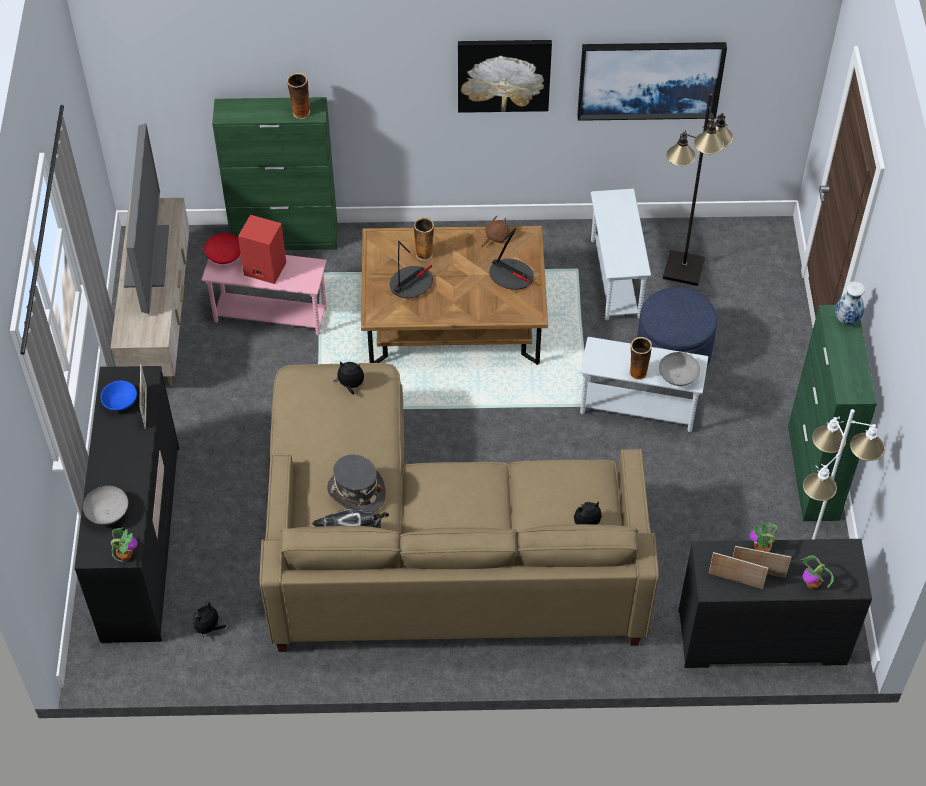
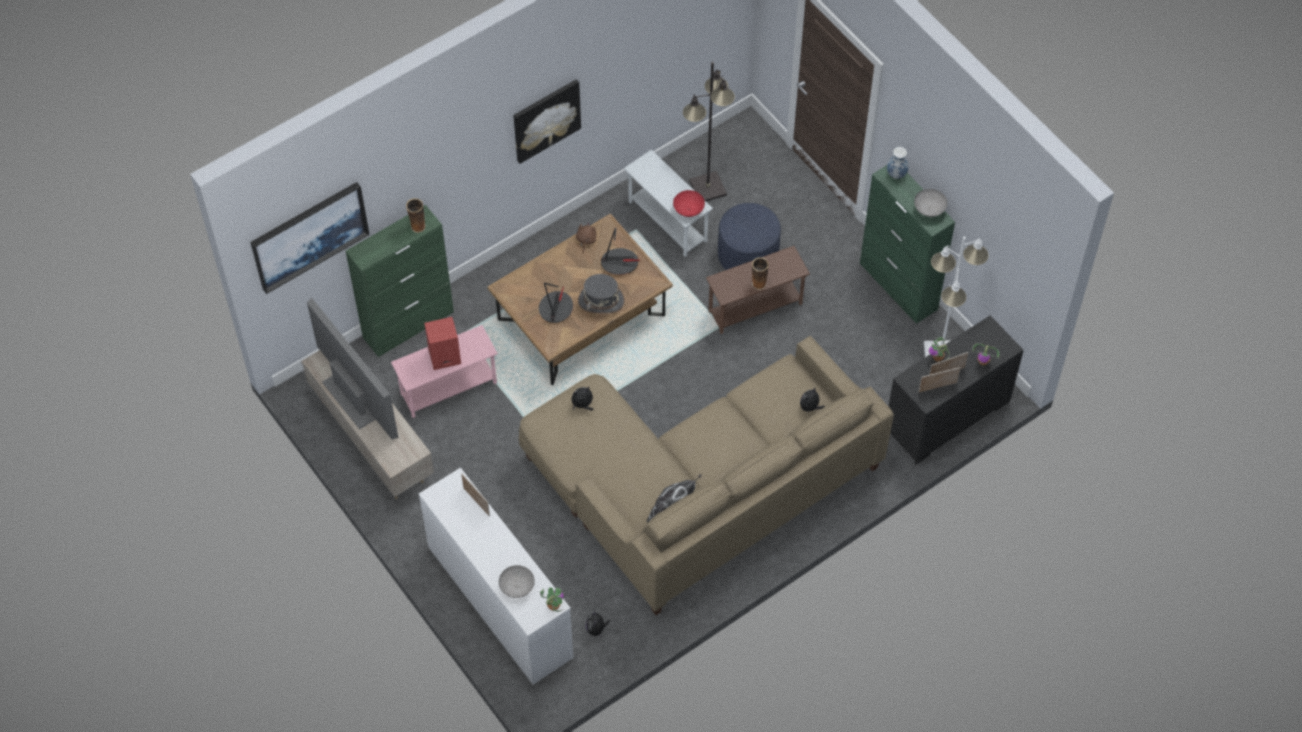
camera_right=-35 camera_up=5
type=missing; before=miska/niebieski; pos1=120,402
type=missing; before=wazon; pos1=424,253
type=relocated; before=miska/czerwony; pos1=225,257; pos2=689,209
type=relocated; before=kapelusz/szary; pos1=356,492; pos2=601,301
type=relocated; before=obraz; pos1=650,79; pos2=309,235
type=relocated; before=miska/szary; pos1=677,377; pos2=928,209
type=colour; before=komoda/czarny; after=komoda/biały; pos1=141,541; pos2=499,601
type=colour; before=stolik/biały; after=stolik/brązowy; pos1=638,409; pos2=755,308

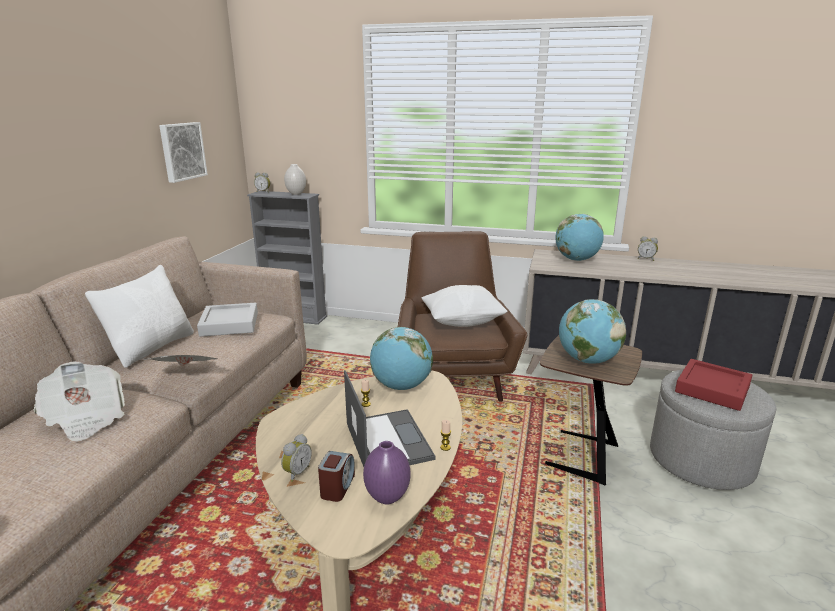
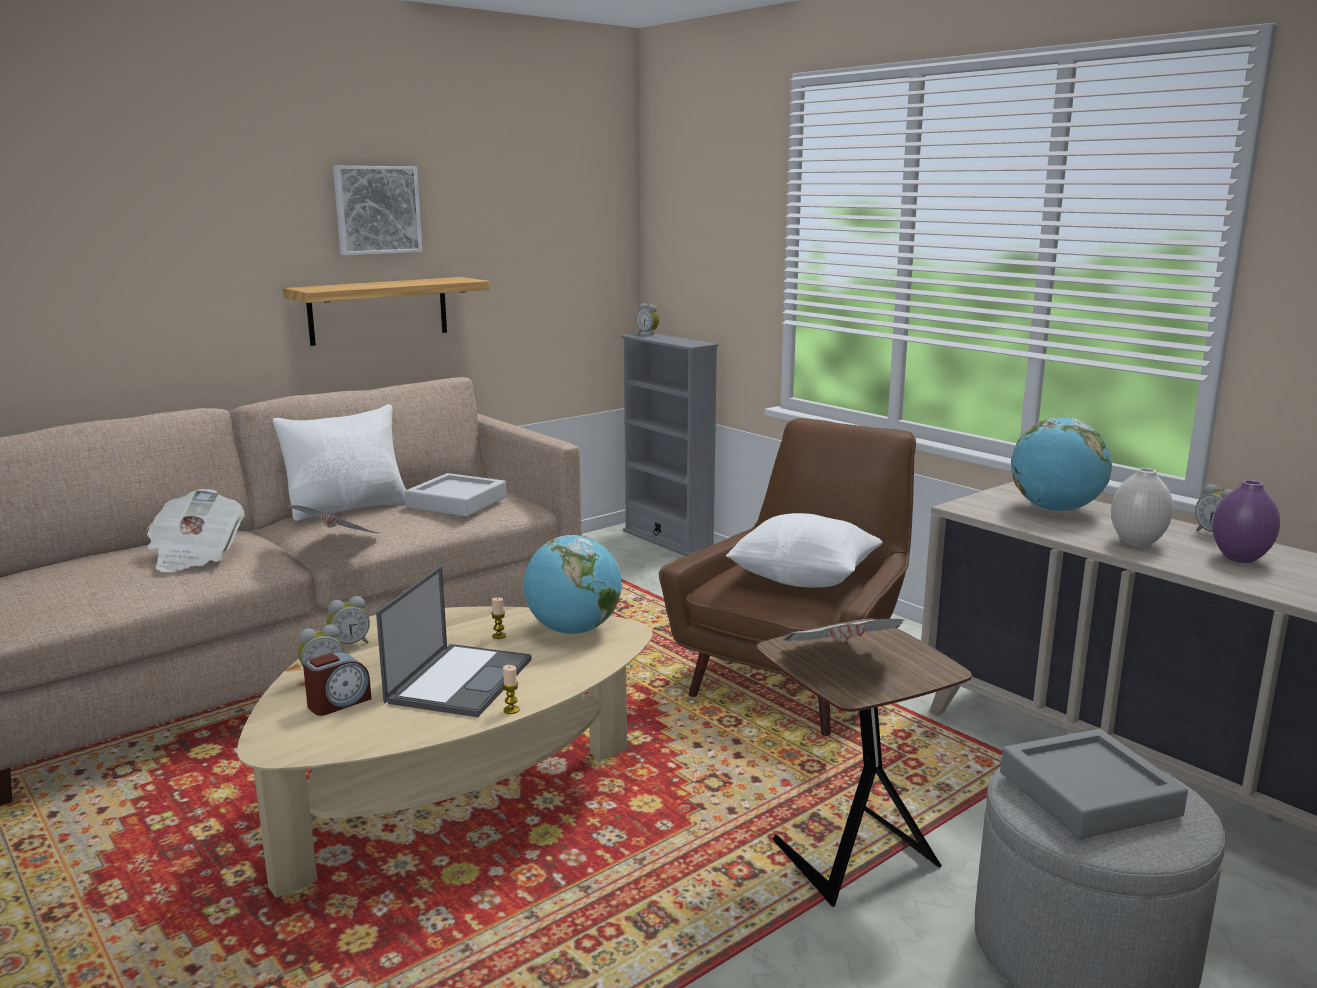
camera_right=35 camera_up=-5
type=appeared; after=półka; pos2=379,310
type=appeared; after=budzik; pos2=349,644
type=relocated; before=obraz; pos1=182,151; pos2=376,210
type=relocated; before=wazon/biały; pos1=296,194; pos2=1137,543
type=relocated; before=wazon/fioletowy; pos1=388,497; pos2=1240,558
type=exchanged; before=globus; after=gazeta; pos1=587,360; pos2=839,661
type=colour; before=taca/czerwony; after=taca/szary; pos1=712,389; pos2=1088,793

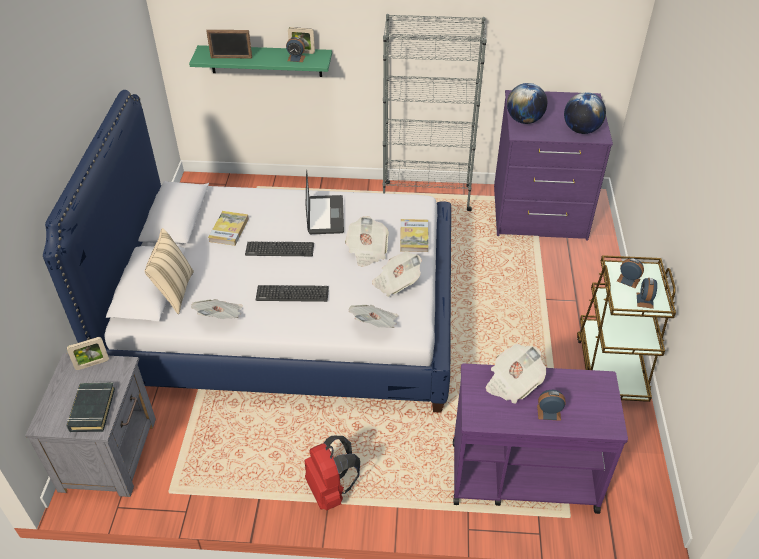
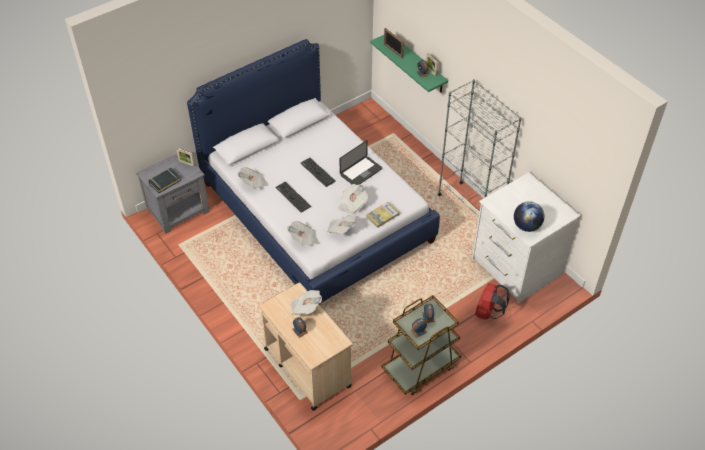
camera_right=50 camera_up=5
type=missing; before=poduszka/beżowy; pos1=174,291
type=missing; before=książka; pos1=229,230
type=missing; before=globus; pos1=524,120
type=relocated; before=plecak/czerwony; pos1=331,490; pos2=488,312
type=colour; before=wózek/fioletowy; after=wózek/beżowy; pos1=522,475; pos2=307,367
type=colour; before=komoda/fioletowy; after=komoda/biały; pos1=539,213; pos2=516,267

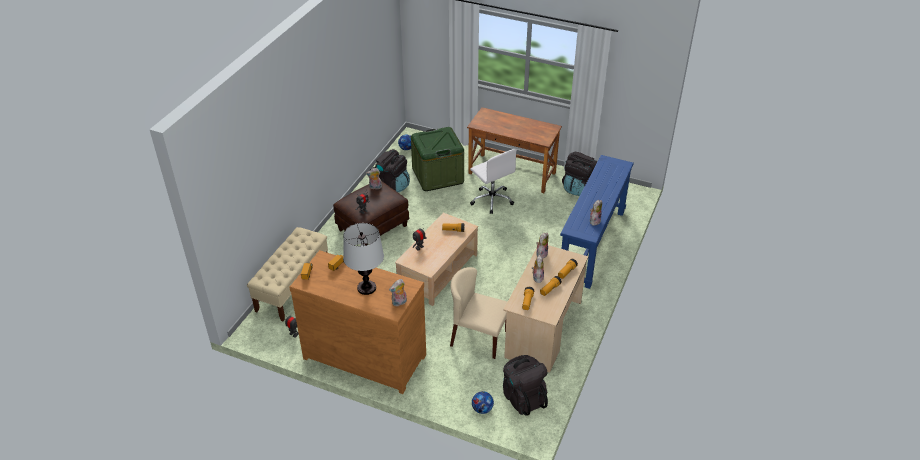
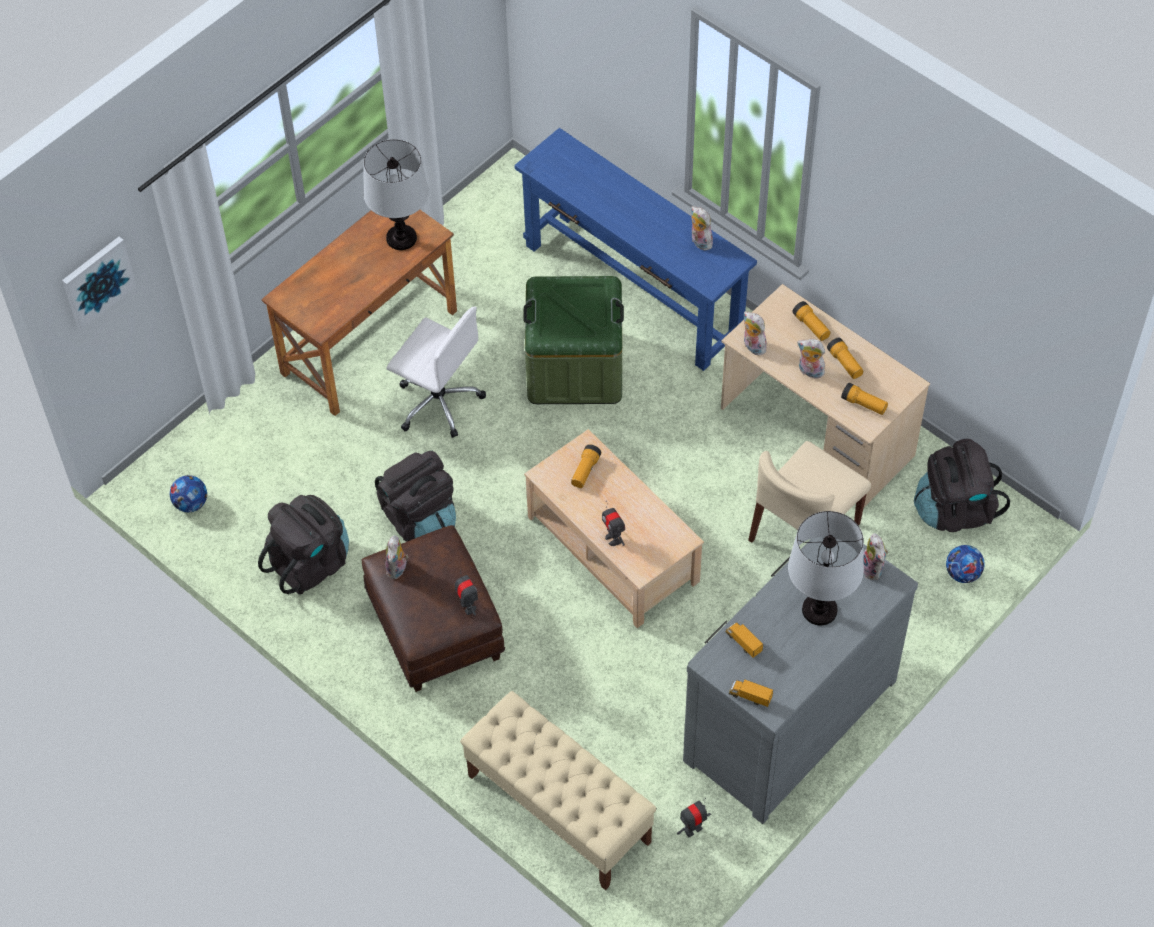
camera_right=-70 camera_up=15
type=appeared; after=obraz; pos2=97,281
type=appeared; after=lampa stołowa; pos2=401,238
type=relocated; before=pojemnik do przechowywania/zielony; pos1=438,175; pos2=574,367
type=relocated; before=plecak/czarny; pos1=578,187; pos2=419,518
type=colour; before=komoda/brązowy; after=komoda/szary; pos1=365,355; pos2=786,718
type=spun; before=krzesło biurowe/biały; pos1=491,200; pos2=438,401; turn=45

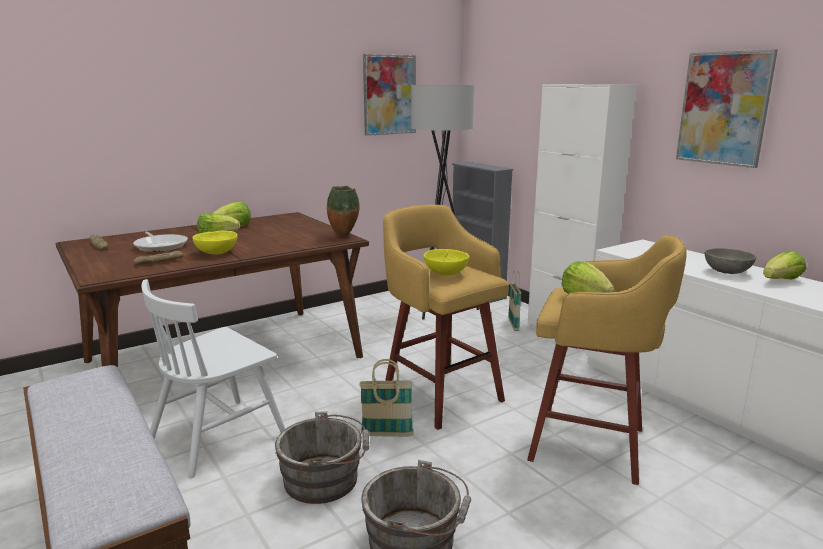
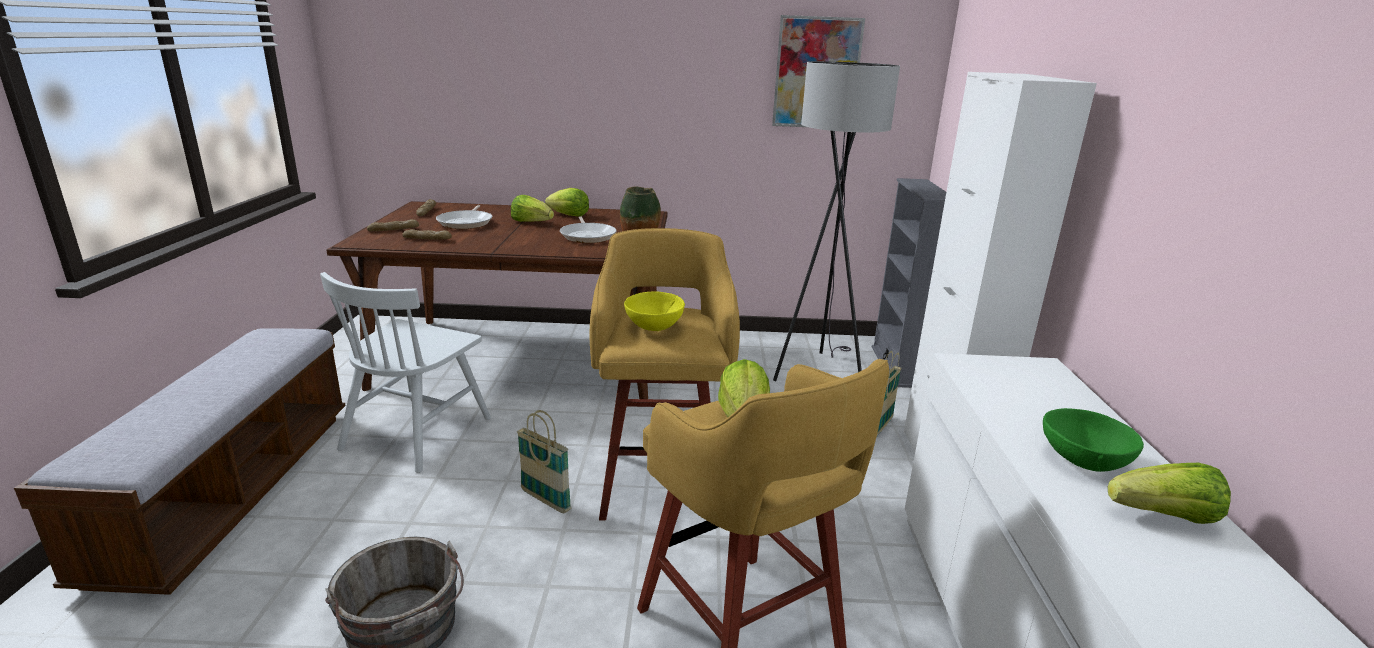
camera_right=35 camera_up=5
type=missing; before=miska/żółty; pos1=216,253
type=missing; before=wiadro/szary; pos1=325,479
type=missing; before=obraz; pos1=724,108
type=appeared; after=chleb; pos2=393,230
type=appeared; after=patelnia; pos2=588,236
type=colour; before=miska/szary; after=miska/zielony; pos1=727,272; pos2=1084,462
type=spun; before=krzesło/biały; pos1=218,436; pos2=417,433; turn=-60

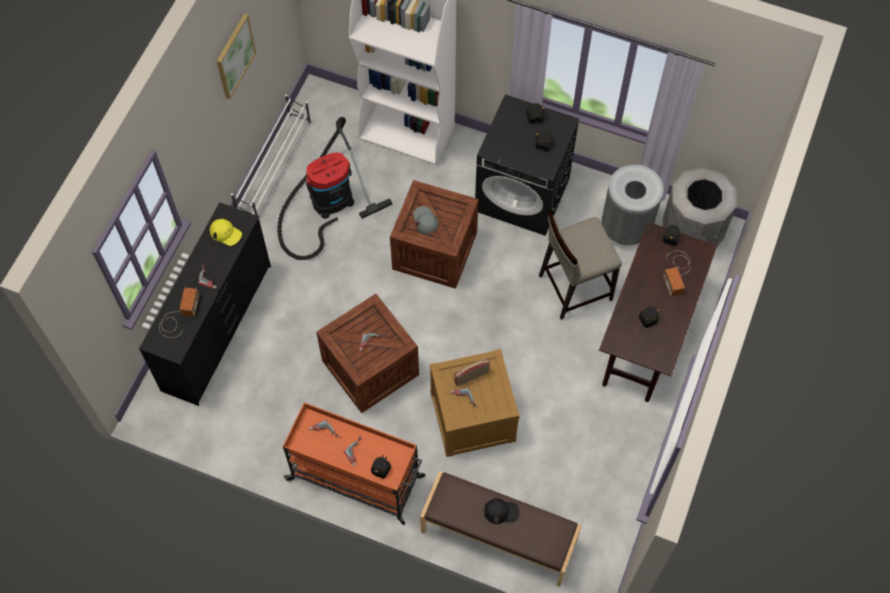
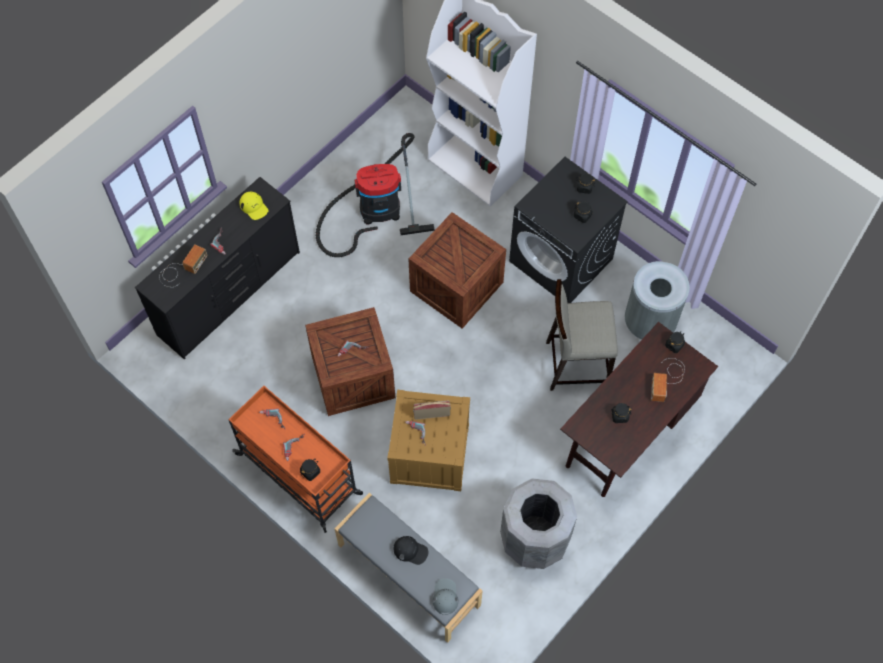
camera_right=20 camera_up=0
type=missing; before=obraz; pos1=234,56
type=missing; before=regał na buty/biały; pos1=274,167
type=relocated; before=czapka z daszkiem/szary; pos1=425,221; pos2=445,596
type=relocated; before=kosz na śmieci/szary; pos1=691,233; pos2=534,539
type=colour; before=ławka/brązowy; after=ławka/szary; pos1=498,537; pos2=408,575

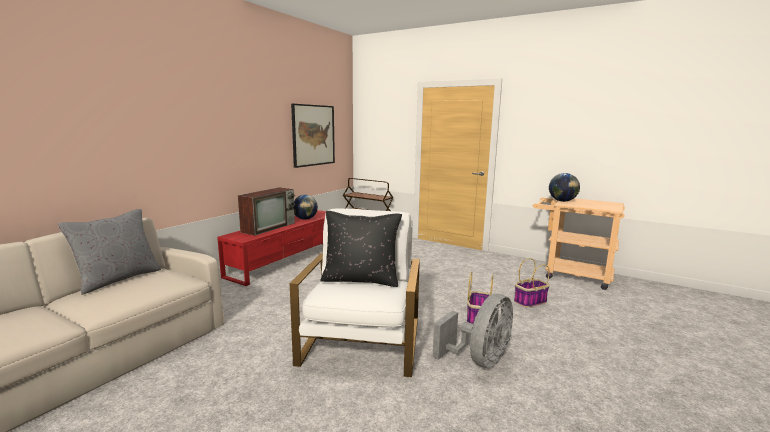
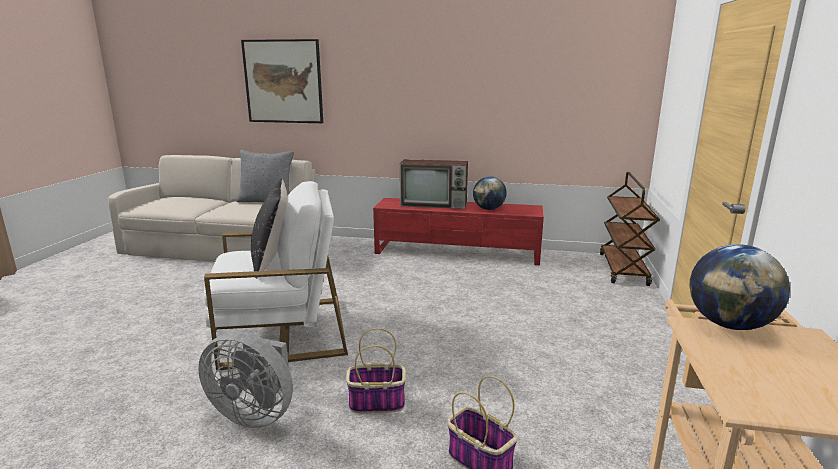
camera_right=70 camera_up=5
type=relocated; before=obraz; pos1=313,135; pos2=283,81

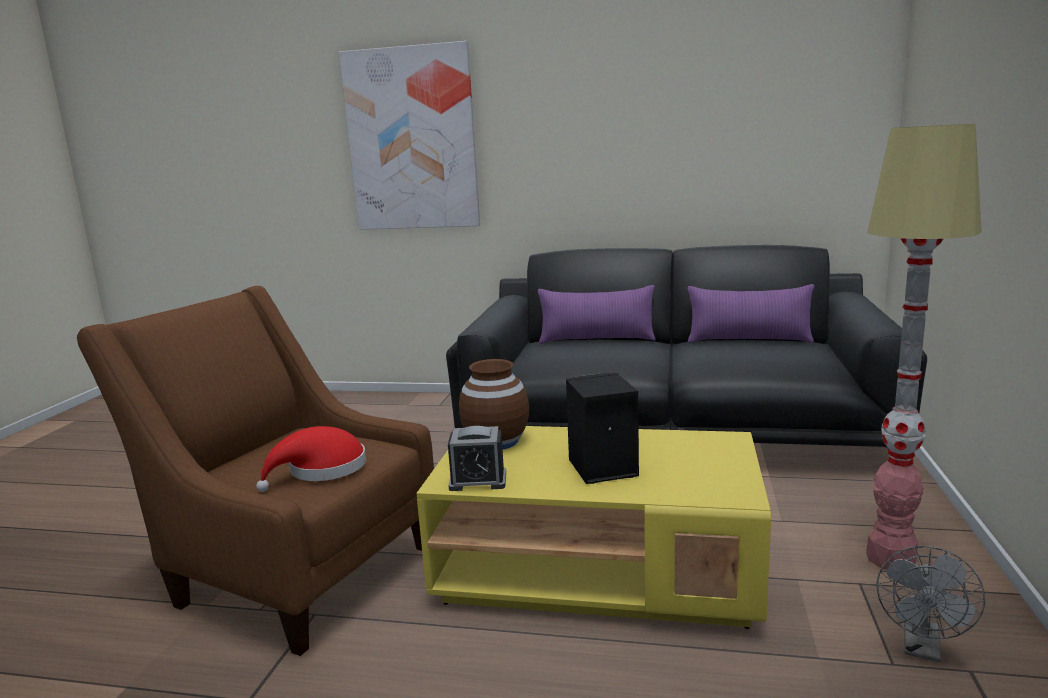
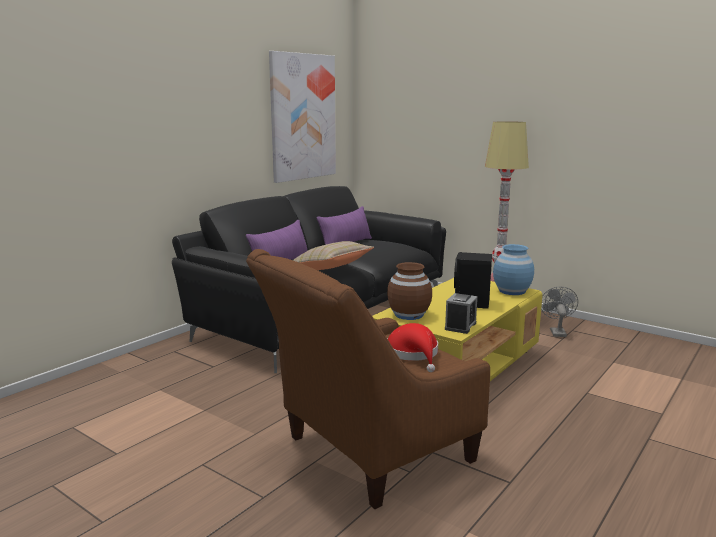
camera_right=-65 camera_up=0
type=appeared; after=poduszka/beżowy; pos2=330,269
type=appeared; after=wazon/niebieski; pos2=511,291
type=relocated; before=obraz; pos1=412,139; pos2=302,117
type=spun; before=wentylator/szary; pos1=922,649; pos2=556,332; turn=-135

